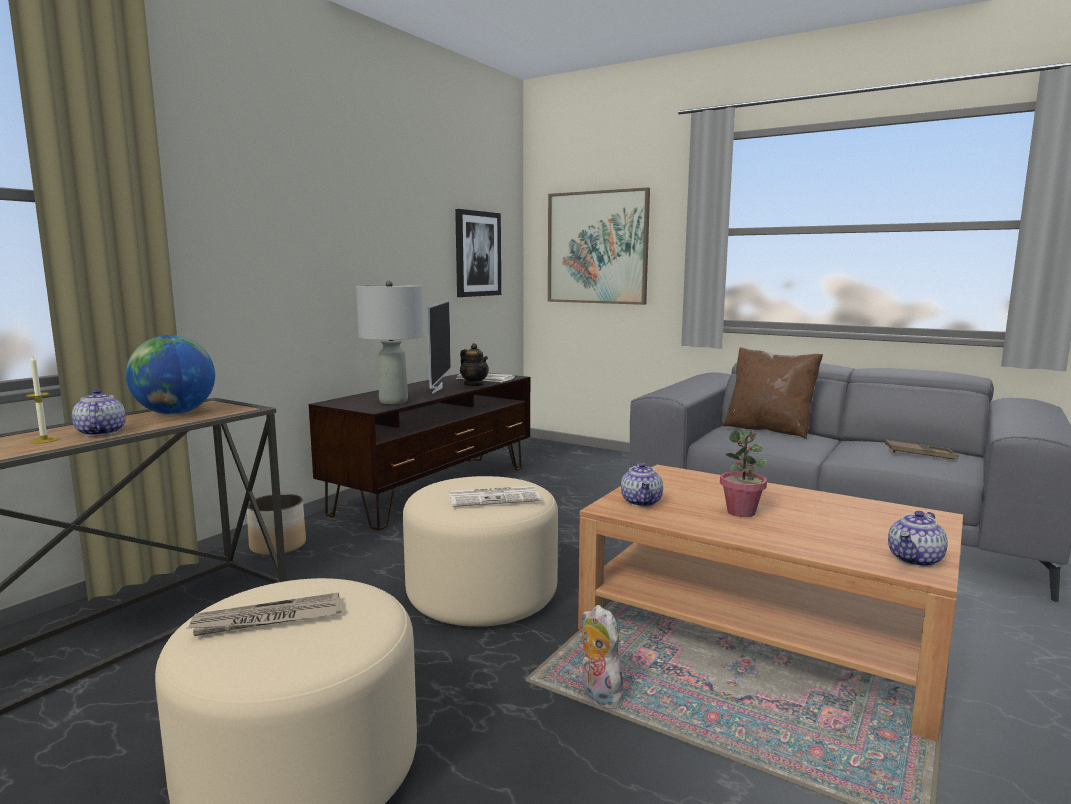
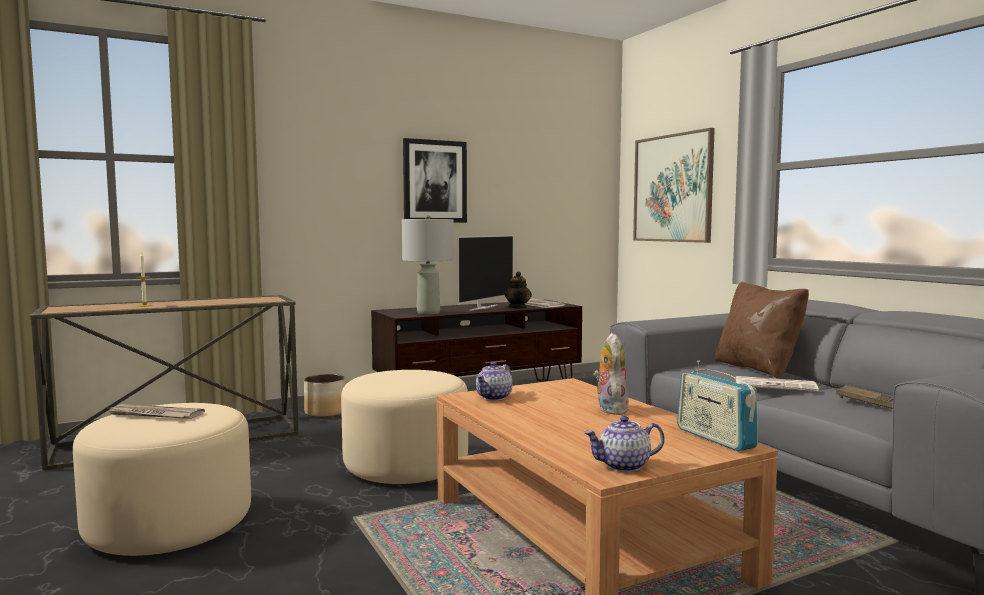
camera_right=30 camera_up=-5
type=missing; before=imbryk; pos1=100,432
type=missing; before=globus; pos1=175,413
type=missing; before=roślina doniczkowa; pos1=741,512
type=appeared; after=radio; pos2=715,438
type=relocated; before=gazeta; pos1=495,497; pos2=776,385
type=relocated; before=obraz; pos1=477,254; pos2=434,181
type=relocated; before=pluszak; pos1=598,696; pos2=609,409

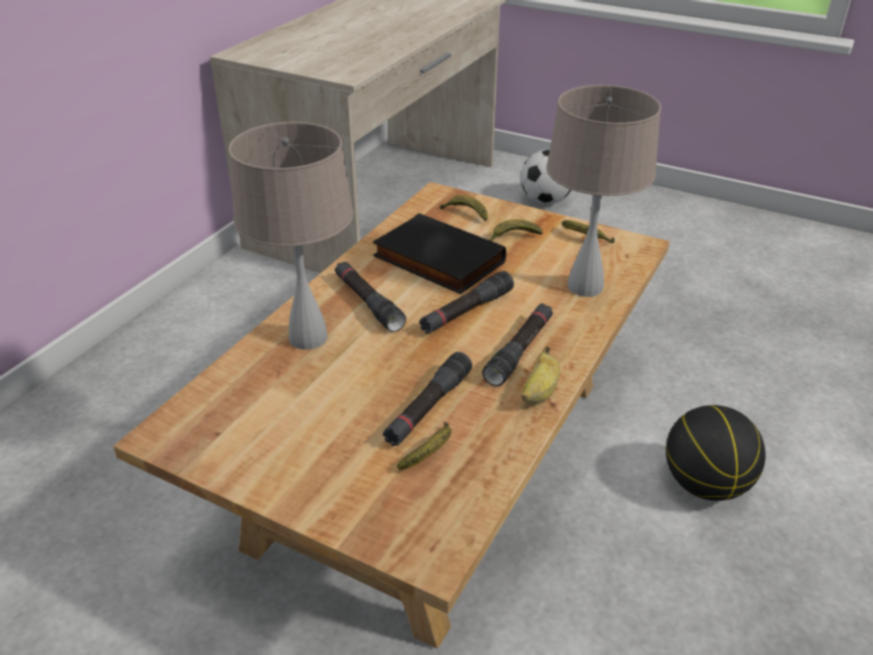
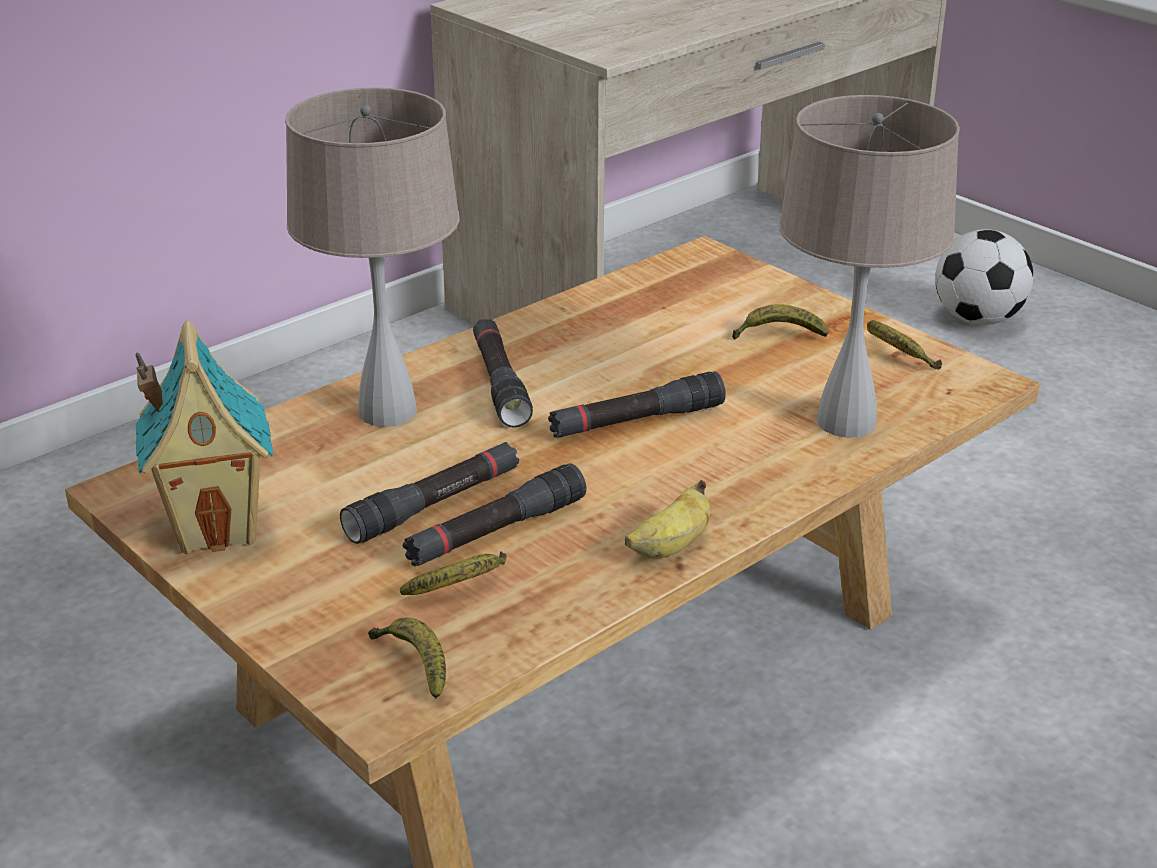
camera_right=20 camera_up=-5
type=missing; before=książka/czarny; pos1=436,260
type=missing; before=piłka do koszykówki; pos1=705,485
type=appeared; after=domek; pos2=217,527
type=relocated; before=banan; pos1=465,214; pos2=415,664
type=relocated; before=latarka/czarny; pos1=519,351; pos2=434,505

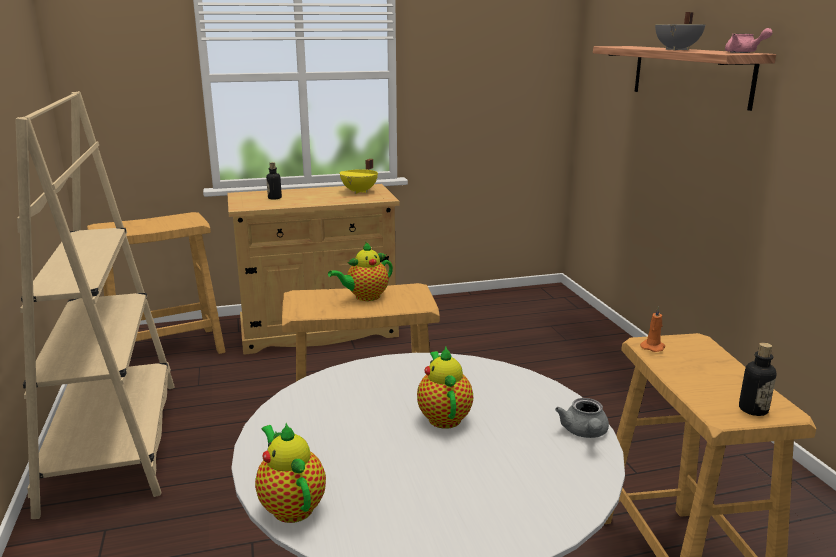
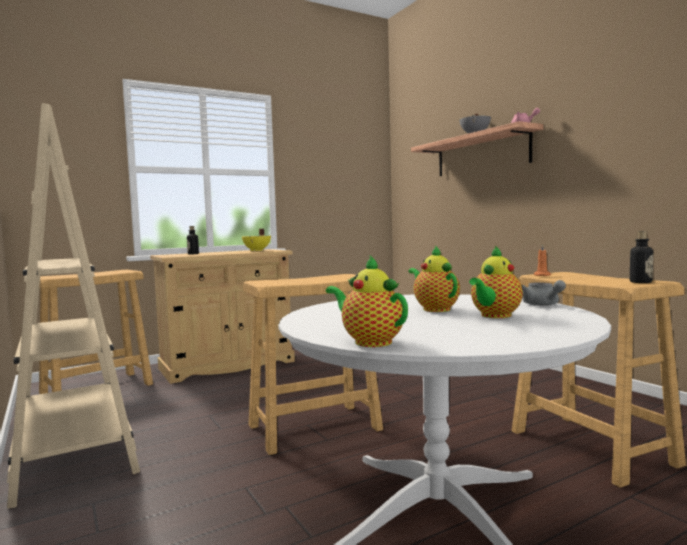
camera_right=-15 camera_up=-15
type=relocated; before=imbryk; pos1=365,297; pos2=494,316

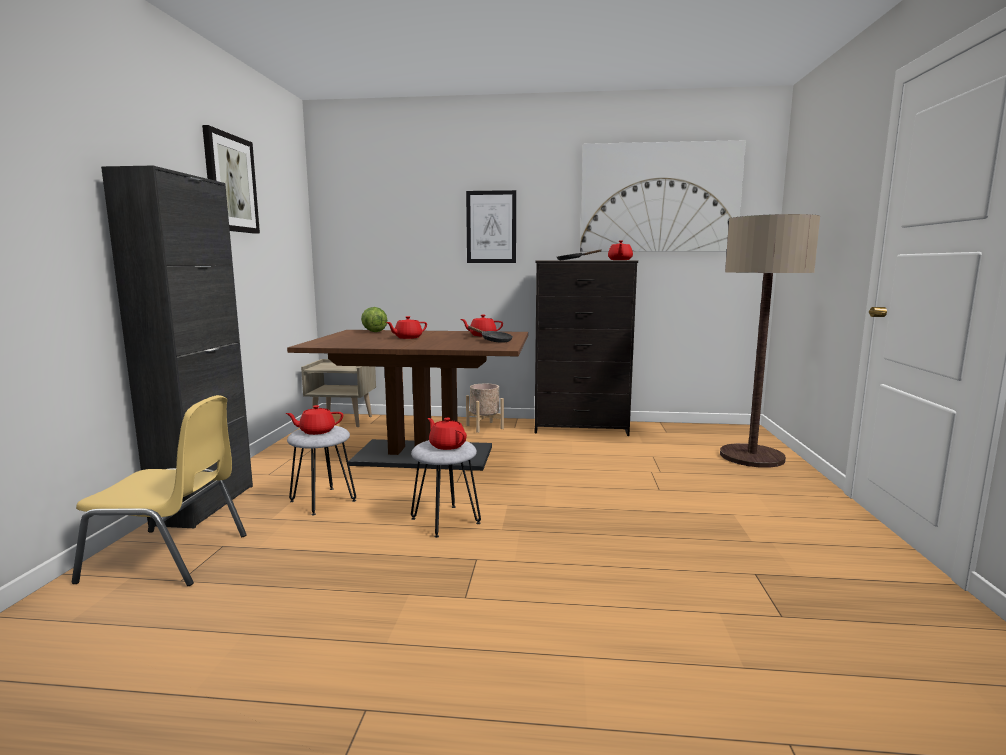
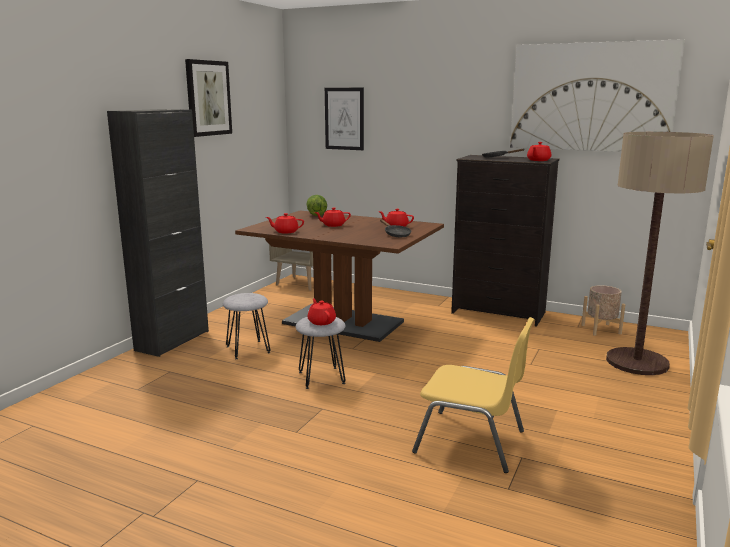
camera_right=20 camera_up=5
type=relocated; before=krzesło/żółty; pos1=169,557; pos2=472,442
type=relocated; before=imbryk/czerwony; pos1=316,431; pos2=285,232
type=relocated; before=obraz; pos1=491,227; pos2=344,119
type=relocated; before=donica/beżowy; pos1=484,427; pos2=601,329

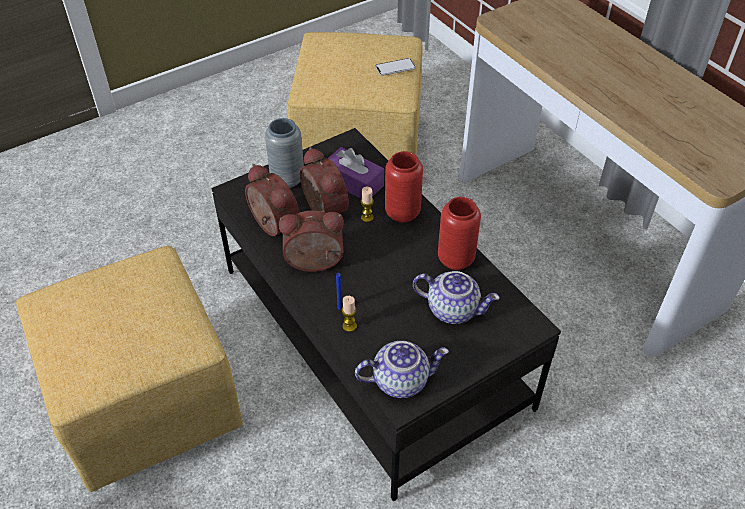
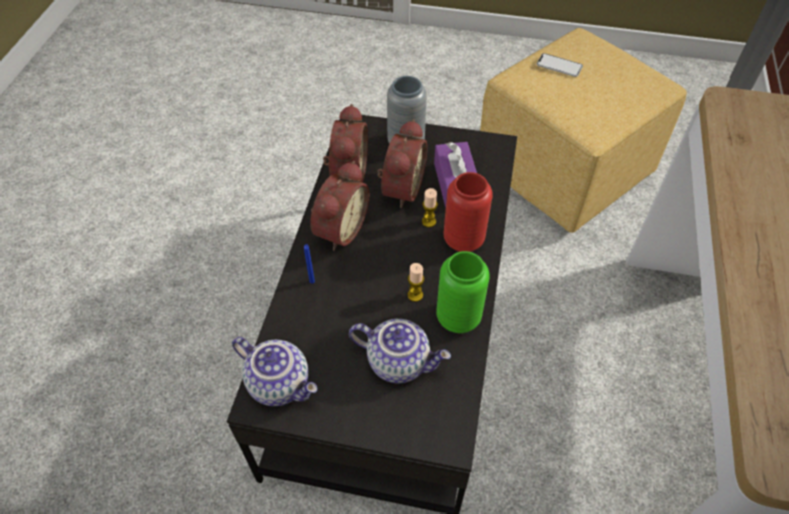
camera_right=45 camera_up=5
type=missing; before=pufa/żółty; pos1=144,403
type=relocated; before=świeca; pos1=349,326; pos2=415,295
type=relocated; before=telefon; pos1=395,68; pos2=559,66
type=colour; before=wazon/czerwony; after=wazon/zielony; pos1=455,259; pos2=458,318
type=spun; before=budzik; pos1=314,264; pos2=338,229; turn=75
type=spun; before=imbryk; pos1=453,309; pos2=399,361; turn=-45

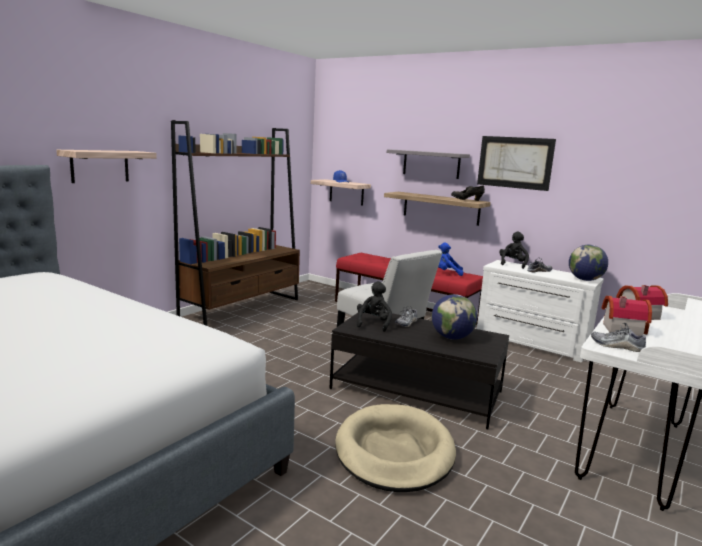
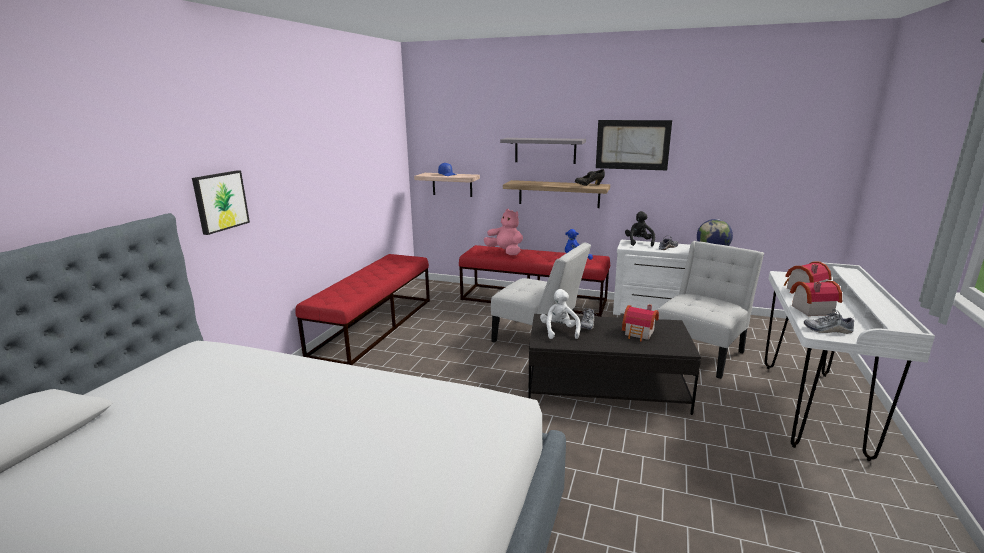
camera_right=-15 camera_up=5
type=missing; before=legowisko/beżowy; pos1=394,452
type=appeared; after=pluszak/różowy; pos2=505,252
type=appeared; after=krzesło/biały; pos2=701,353
type=exchanged; before=półka; after=obraz; pos1=100,166; pos2=220,201
type=exchanged; before=regał/brązowy; after=ławka/czerwony; pos1=242,309; pos2=374,326
type=exchanged; before=globus; after=domek; pos1=452,337; pos2=639,333
type=colour; before=pluszak/czarny; after=pluszak/biały; pos1=373,323; pos2=559,331

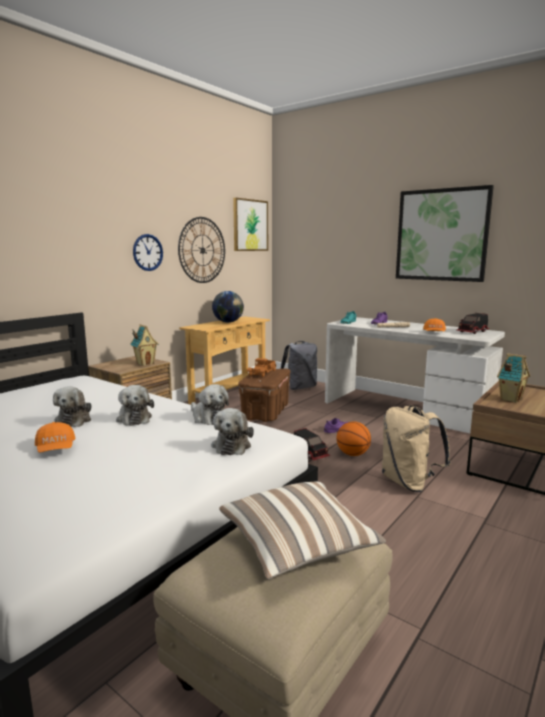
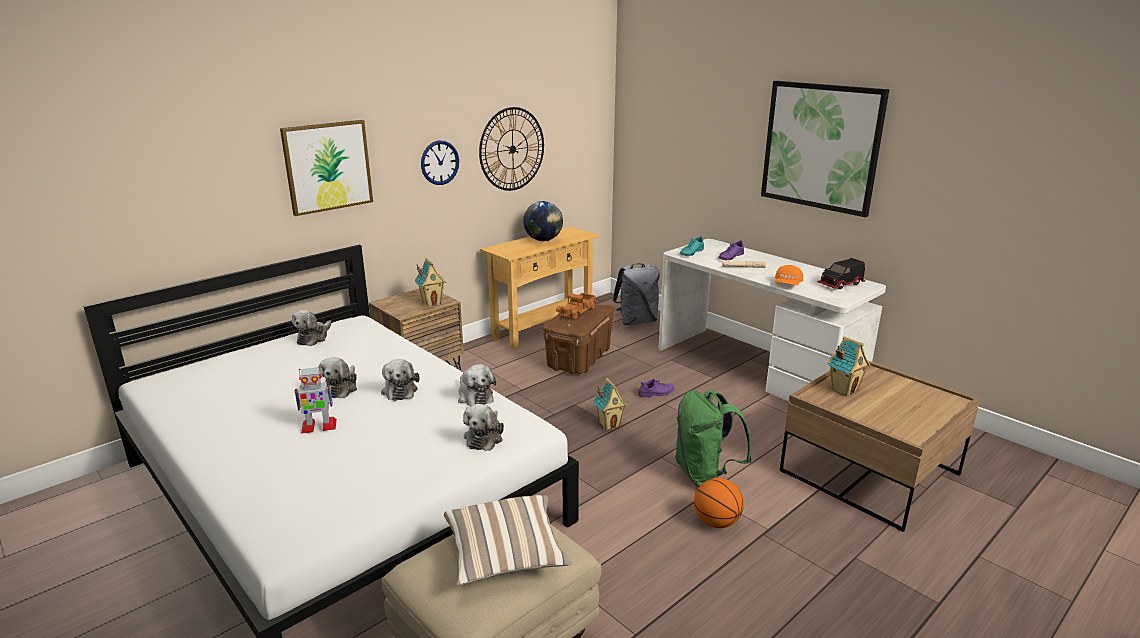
camera_right=10 camera_up=10
type=appeared; after=pluszak; pos2=313,338
type=relocated; before=obraz; pos1=250,225; pos2=328,166
type=relocated; before=piłka do koszykówki; pos1=353,454; pos2=716,522
type=exchanged; before=czapka z daszkiem/pomarańczowy; after=robot zabawkowy; pos1=56,449; pos2=318,426
type=exchanged; before=ciężarówka zabawkowa; after=domek; pos1=310,453; pos2=609,424
type=colour; before=plecak/beżowy; after=plecak/zielony; pos1=409,483; pos2=705,475

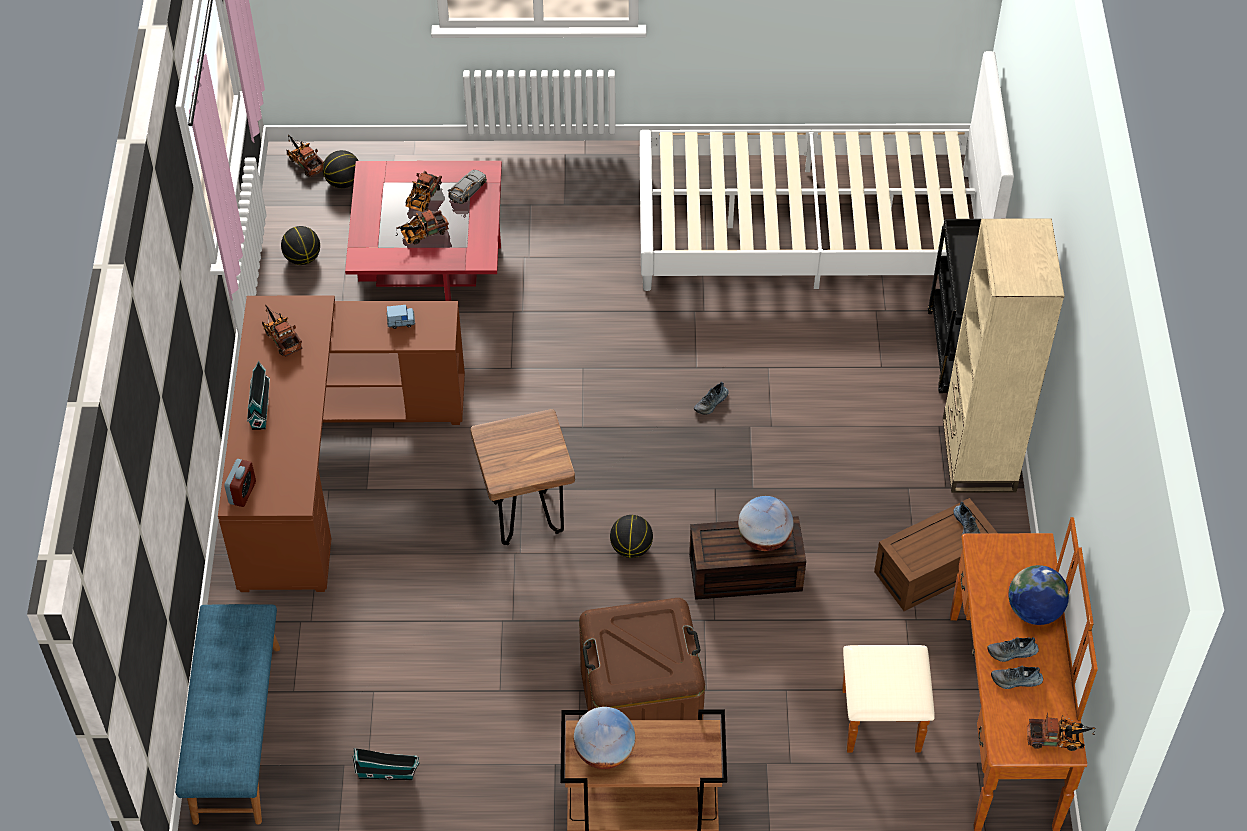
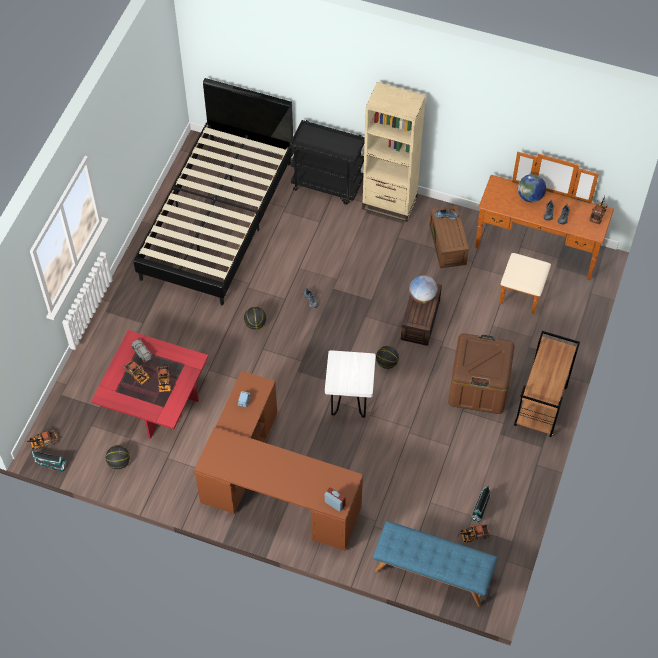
camera_right=-70 camera_up=5
type=missing; before=globus; pos1=604,752
type=relocated; before=domek; pos1=260,407; pos2=50,464
type=relocated; before=ciężarówka zabawkowa; pos1=281,337; pos2=472,536
type=relocated; before=piłka do koszykówki; pos1=343,182; pos2=255,324
type=colour; before=stołek/brązowy; after=stołek/biały; pos1=526,518; pos2=349,403
type=colour; before=łóżko/biały; after=łóżko/czarny; pos1=811,231; pos2=217,219

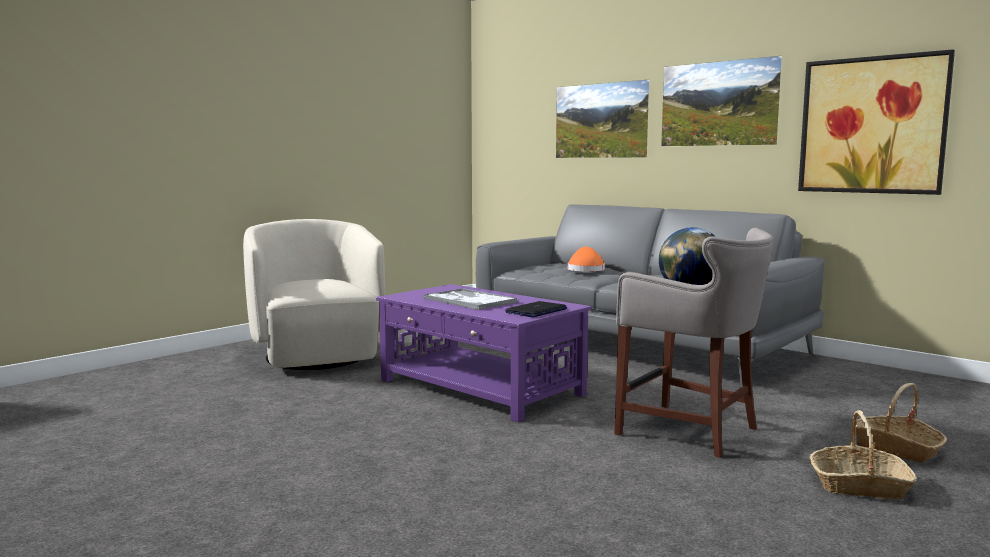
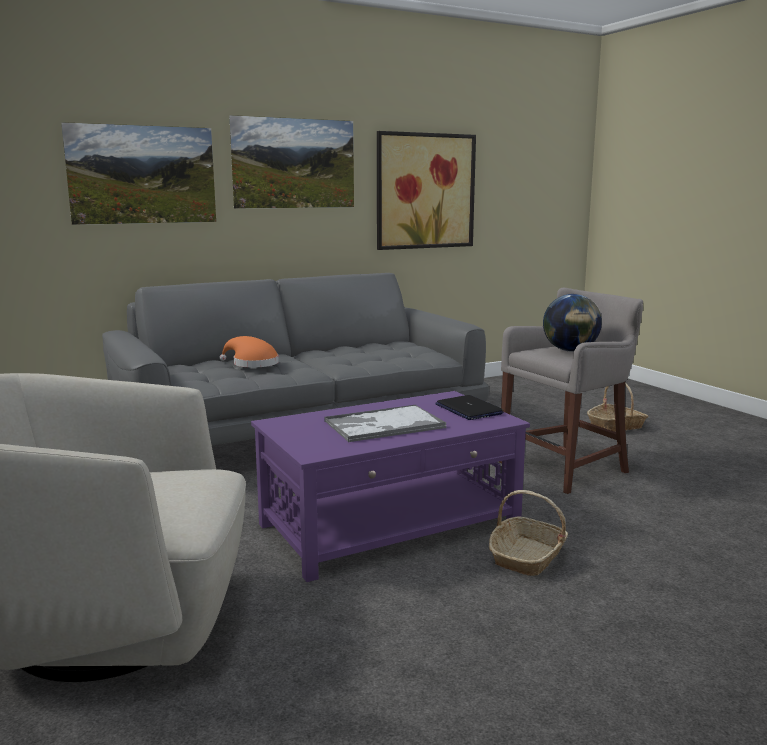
camera_right=-70 camera_up=5
type=relocated; before=koszyk; pos1=859,486; pos2=527,557

